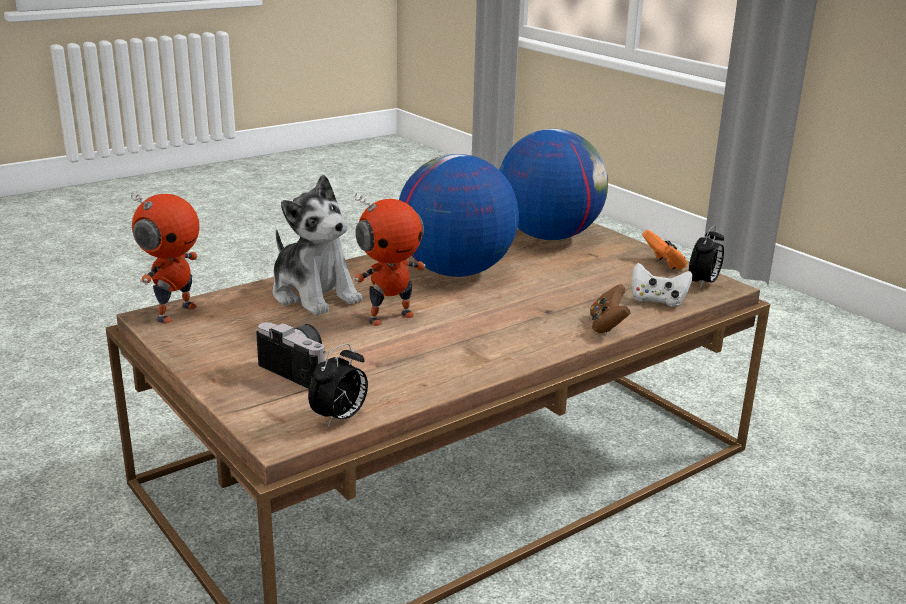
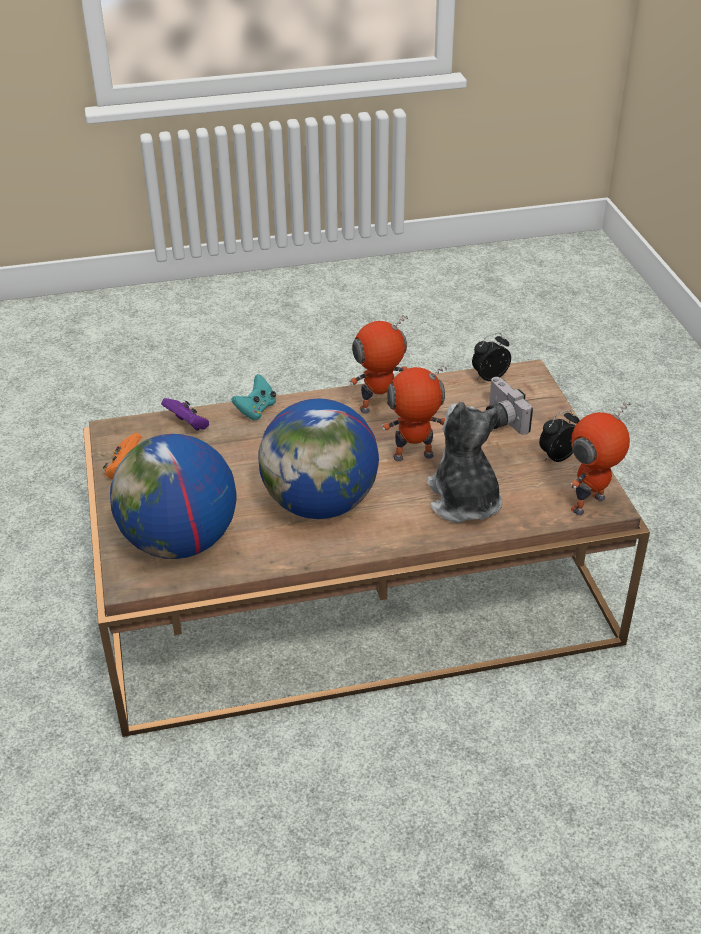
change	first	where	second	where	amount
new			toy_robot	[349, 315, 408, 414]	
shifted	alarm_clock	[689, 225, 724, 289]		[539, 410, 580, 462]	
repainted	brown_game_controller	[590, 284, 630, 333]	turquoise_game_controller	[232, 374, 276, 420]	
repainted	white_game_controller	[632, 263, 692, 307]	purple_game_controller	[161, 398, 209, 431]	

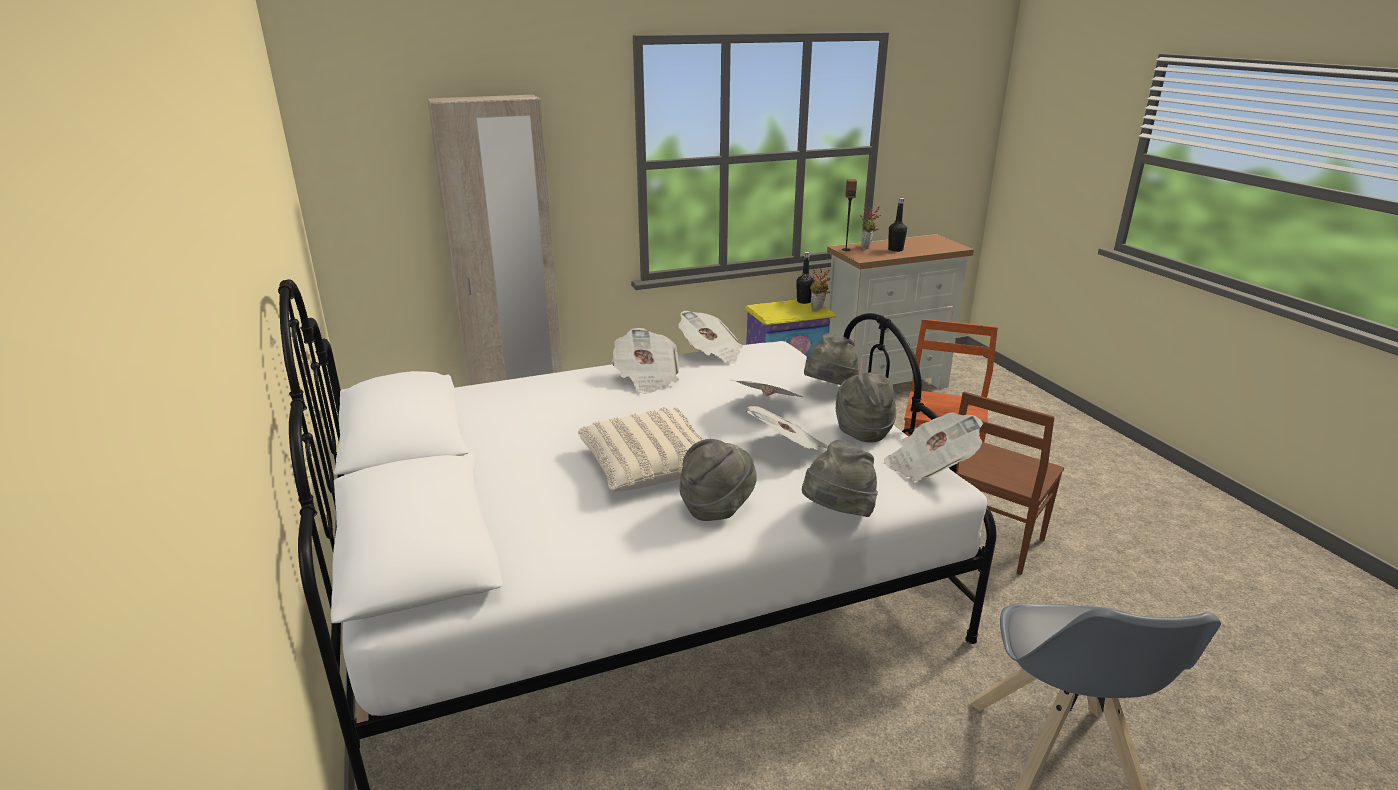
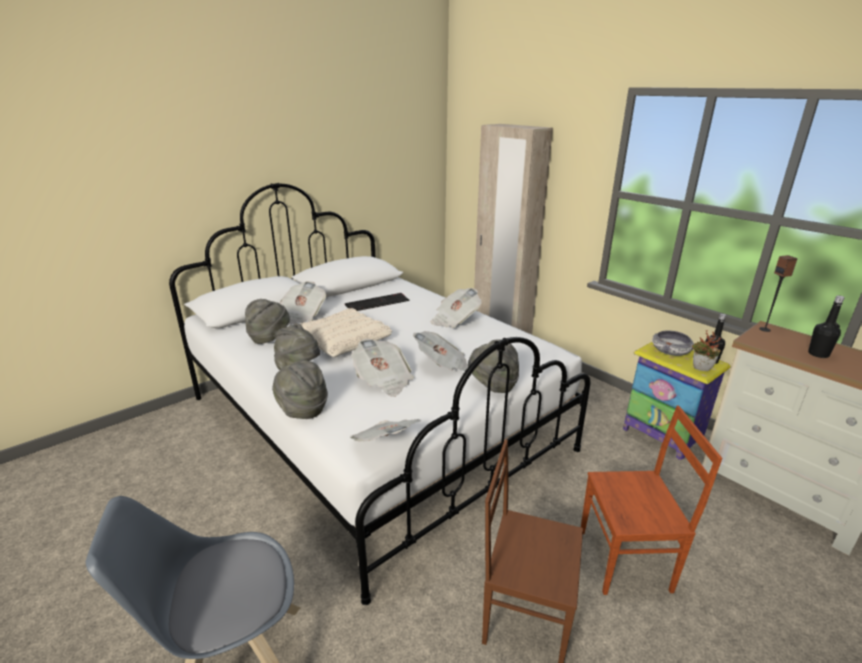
change	first	where	second	where	amount
gone	potted_plant	[860, 206, 881, 250]			
new			keyboard	[345, 293, 409, 311]	
new			bowl	[652, 330, 694, 356]	
shifted	newspaper	[678, 311, 742, 364]		[281, 281, 326, 325]	
shifted	grey_hat	[836, 372, 896, 443]		[245, 299, 290, 344]	

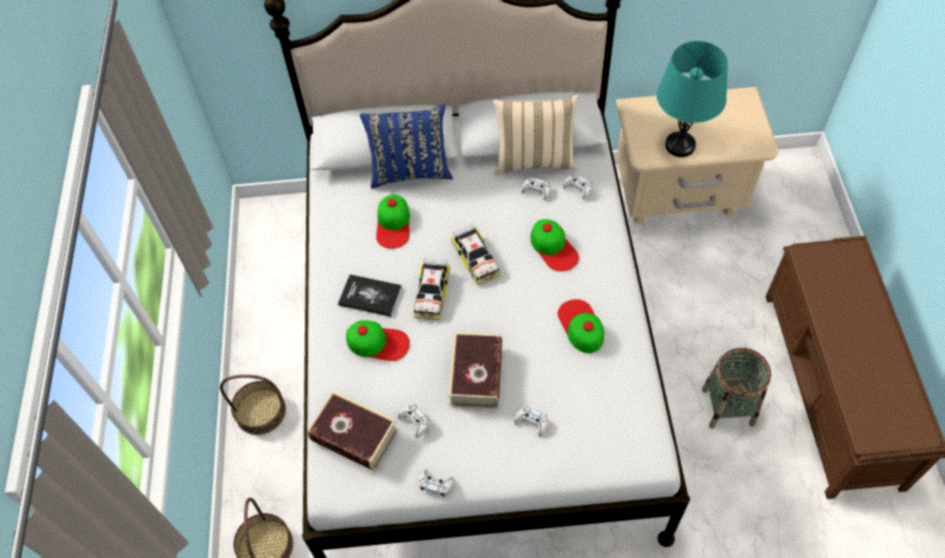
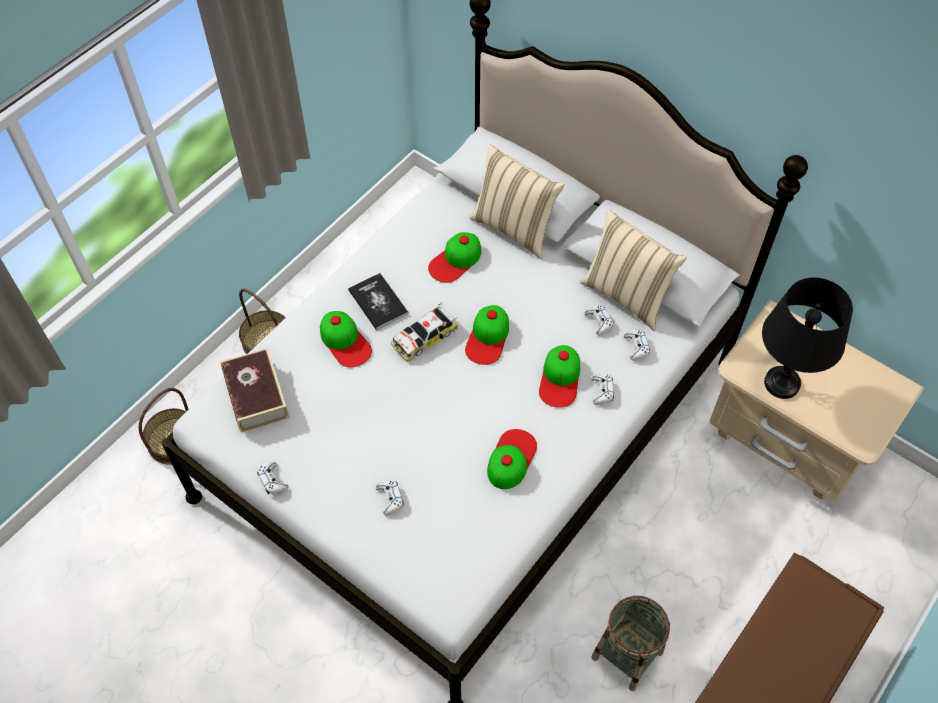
change	first	where	second	where	amount
gone	book	[449, 332, 502, 408]			
shifted	white_game_controller	[398, 404, 430, 438]		[592, 373, 614, 405]	
swapped	toy_car	[451, 223, 500, 285]	cap	[465, 305, 509, 365]	
repainted	blue_pillow	[360, 104, 453, 188]	beige_pillow	[470, 144, 565, 259]	
repainted	turquoise_table_lamp	[657, 41, 728, 157]	black_table_lamp	[762, 277, 853, 399]	

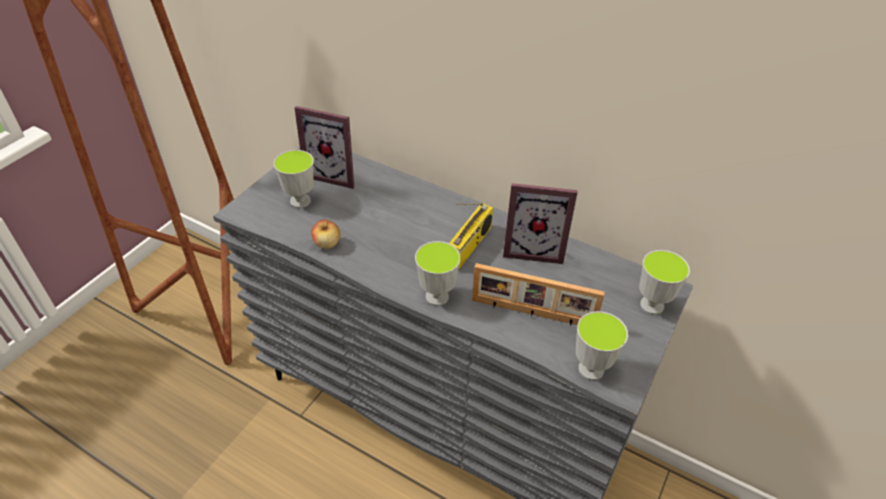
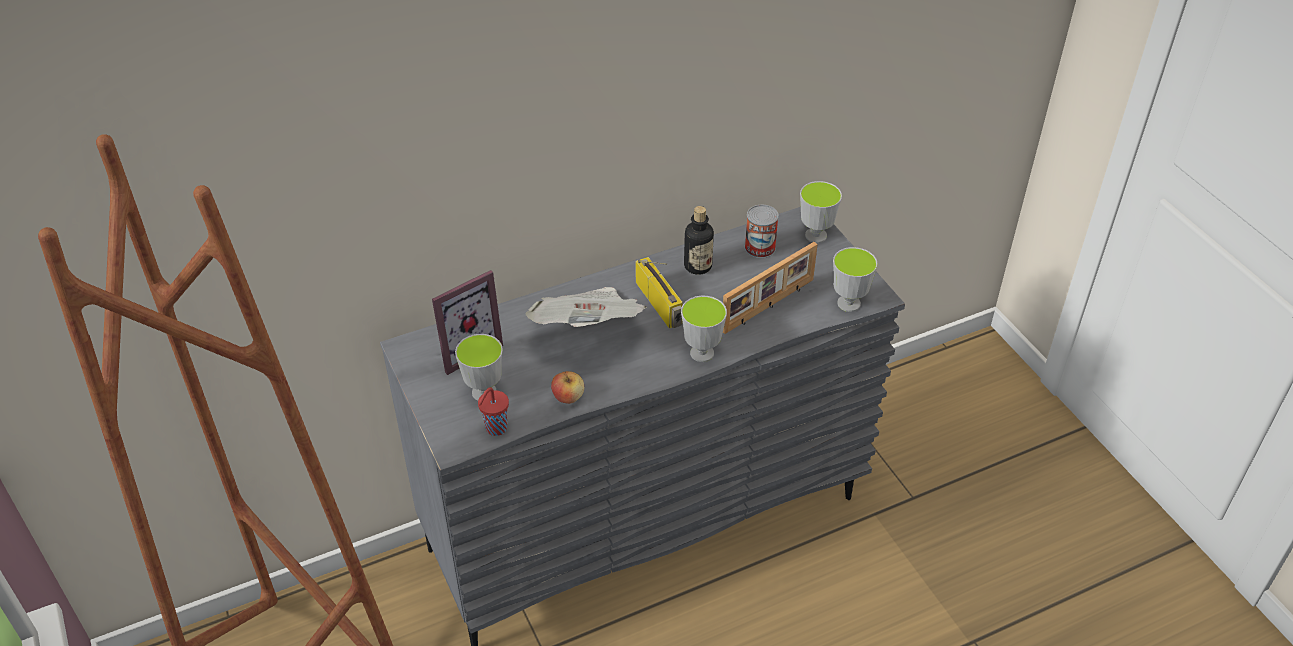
change	first	where	second	where	amount
new			red_cup	[478, 387, 509, 436]	
new			newspaper	[525, 287, 647, 327]	
new			can	[744, 205, 779, 258]	
swapped	picture_frame	[503, 183, 577, 264]	bottle	[684, 206, 714, 275]	

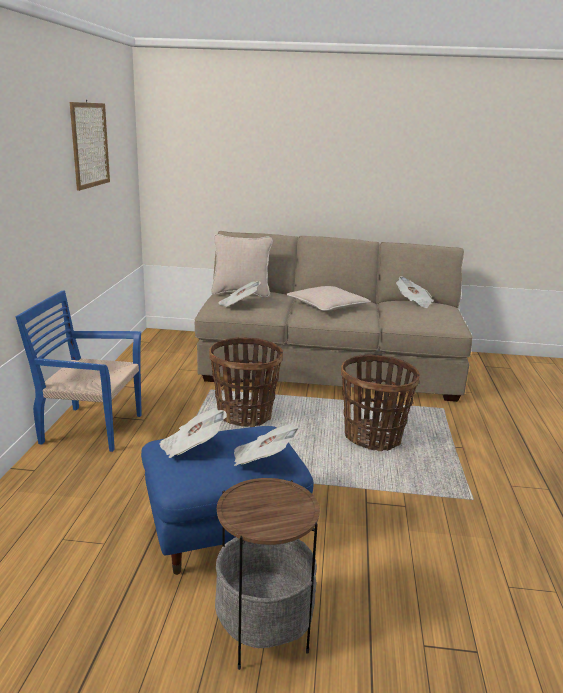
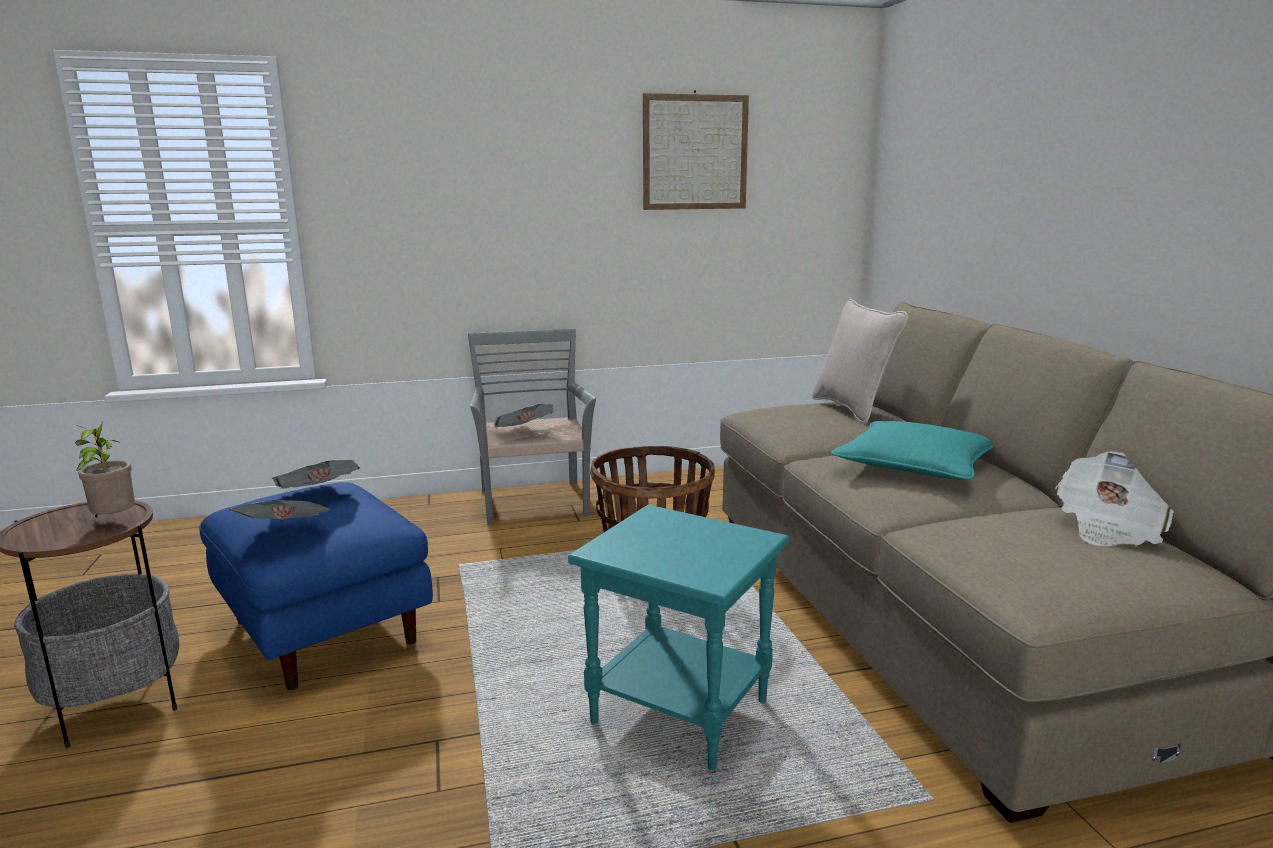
change	first	where	second	where	amount
new			potted_plant	[75, 421, 135, 518]	
shifted	newspaper	[218, 281, 261, 307]		[494, 404, 554, 427]	
swapped	basket	[341, 354, 420, 451]	turquoise_side_table	[568, 505, 789, 770]	
repainted	blue_armchair	[16, 290, 142, 452]	grey_armchair	[468, 329, 596, 526]	
repainted	beige_pillow	[286, 286, 371, 311]	turquoise_pillow	[831, 421, 993, 480]	

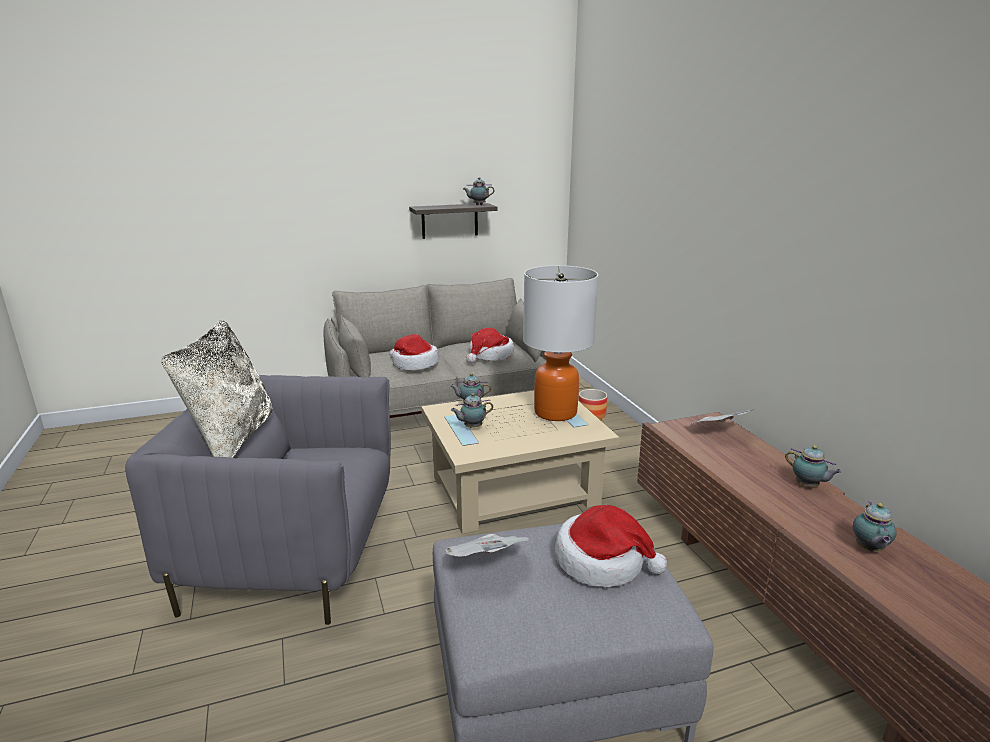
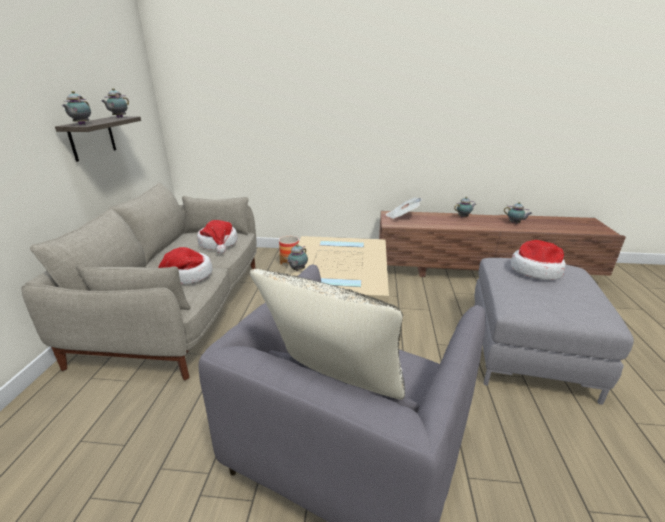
change	first	where	second	where	amount
gone	newspaper	[445, 534, 529, 557]			
gone	table_lamp	[523, 265, 598, 421]			
shifted	teapot	[451, 393, 493, 428]		[62, 91, 91, 125]	

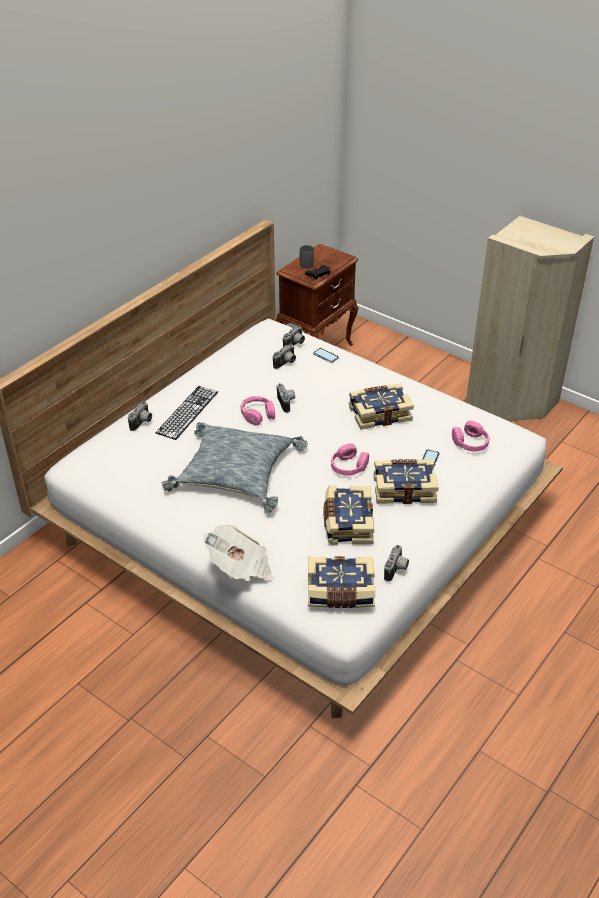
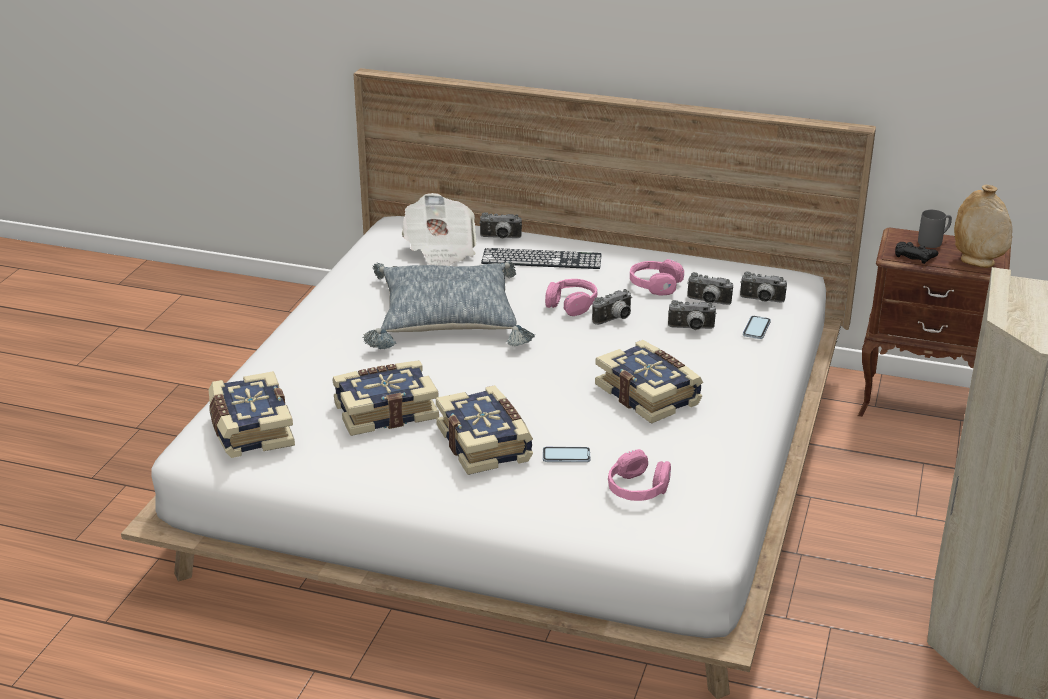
change	first	where	second	where	amount
new			beige_vase	[954, 185, 1012, 268]	
shifted	newspaper	[203, 525, 273, 581]		[401, 193, 476, 266]	
shifted	pink_headphones	[331, 443, 369, 476]		[630, 259, 684, 296]	
shifted	photo_camera	[384, 545, 409, 582]		[668, 300, 717, 330]	

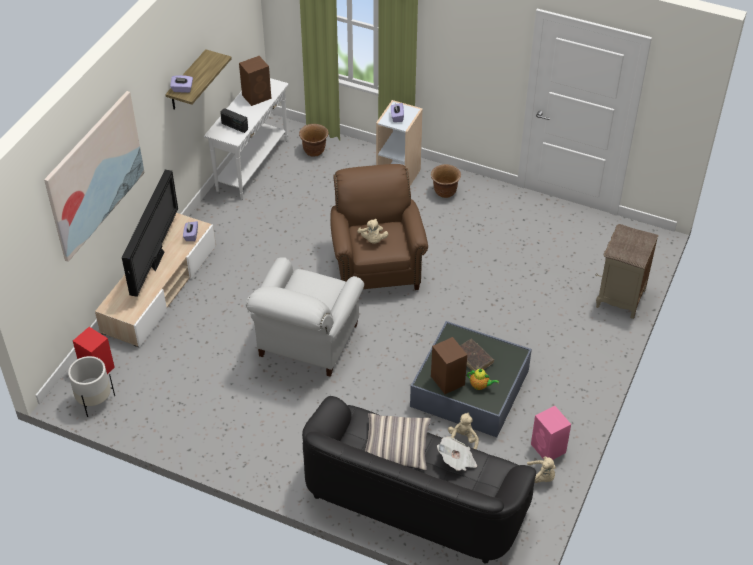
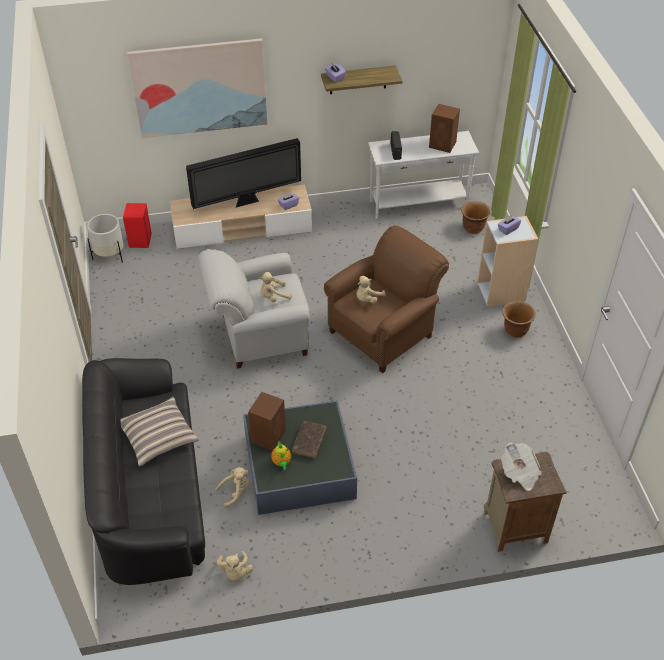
change	first	where	second	where	amount
gone	pink_speaker	[531, 406, 571, 460]			
new			beige_plush_toy	[260, 272, 292, 302]	
shifted	newspaper	[437, 437, 477, 471]		[501, 442, 542, 491]	

